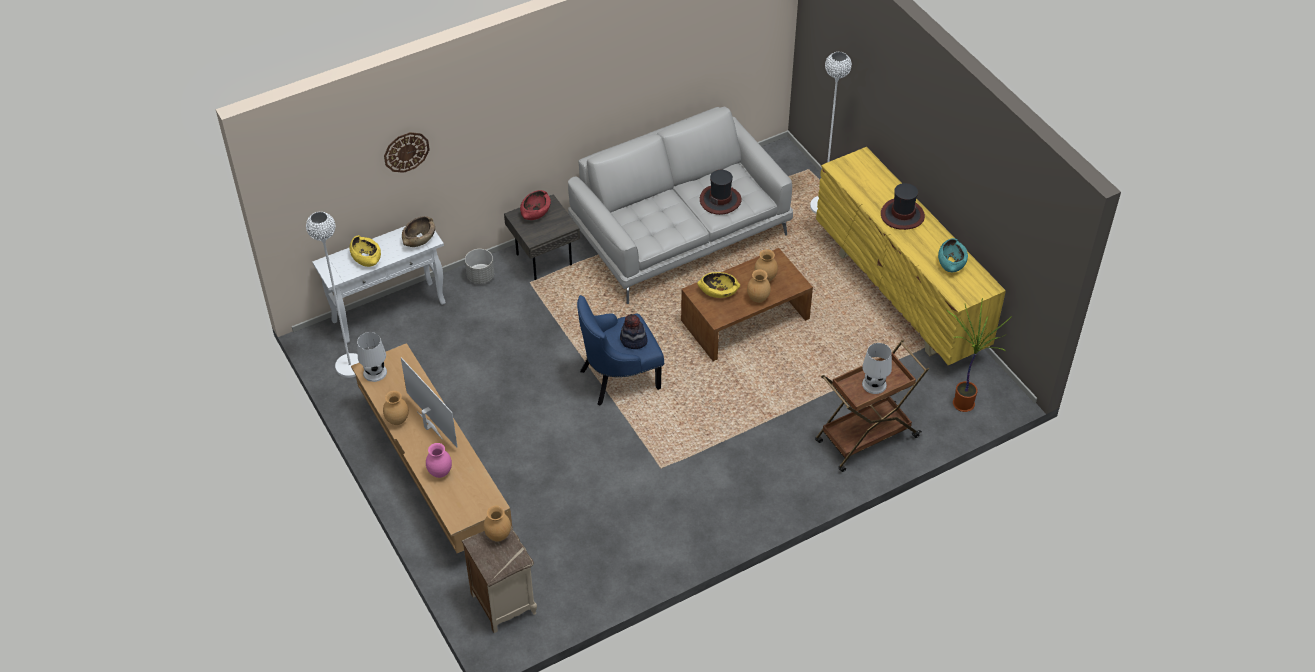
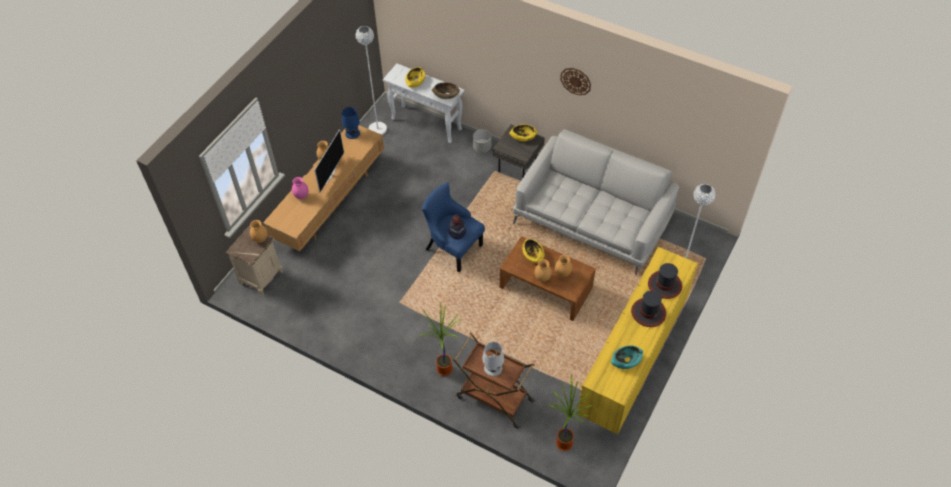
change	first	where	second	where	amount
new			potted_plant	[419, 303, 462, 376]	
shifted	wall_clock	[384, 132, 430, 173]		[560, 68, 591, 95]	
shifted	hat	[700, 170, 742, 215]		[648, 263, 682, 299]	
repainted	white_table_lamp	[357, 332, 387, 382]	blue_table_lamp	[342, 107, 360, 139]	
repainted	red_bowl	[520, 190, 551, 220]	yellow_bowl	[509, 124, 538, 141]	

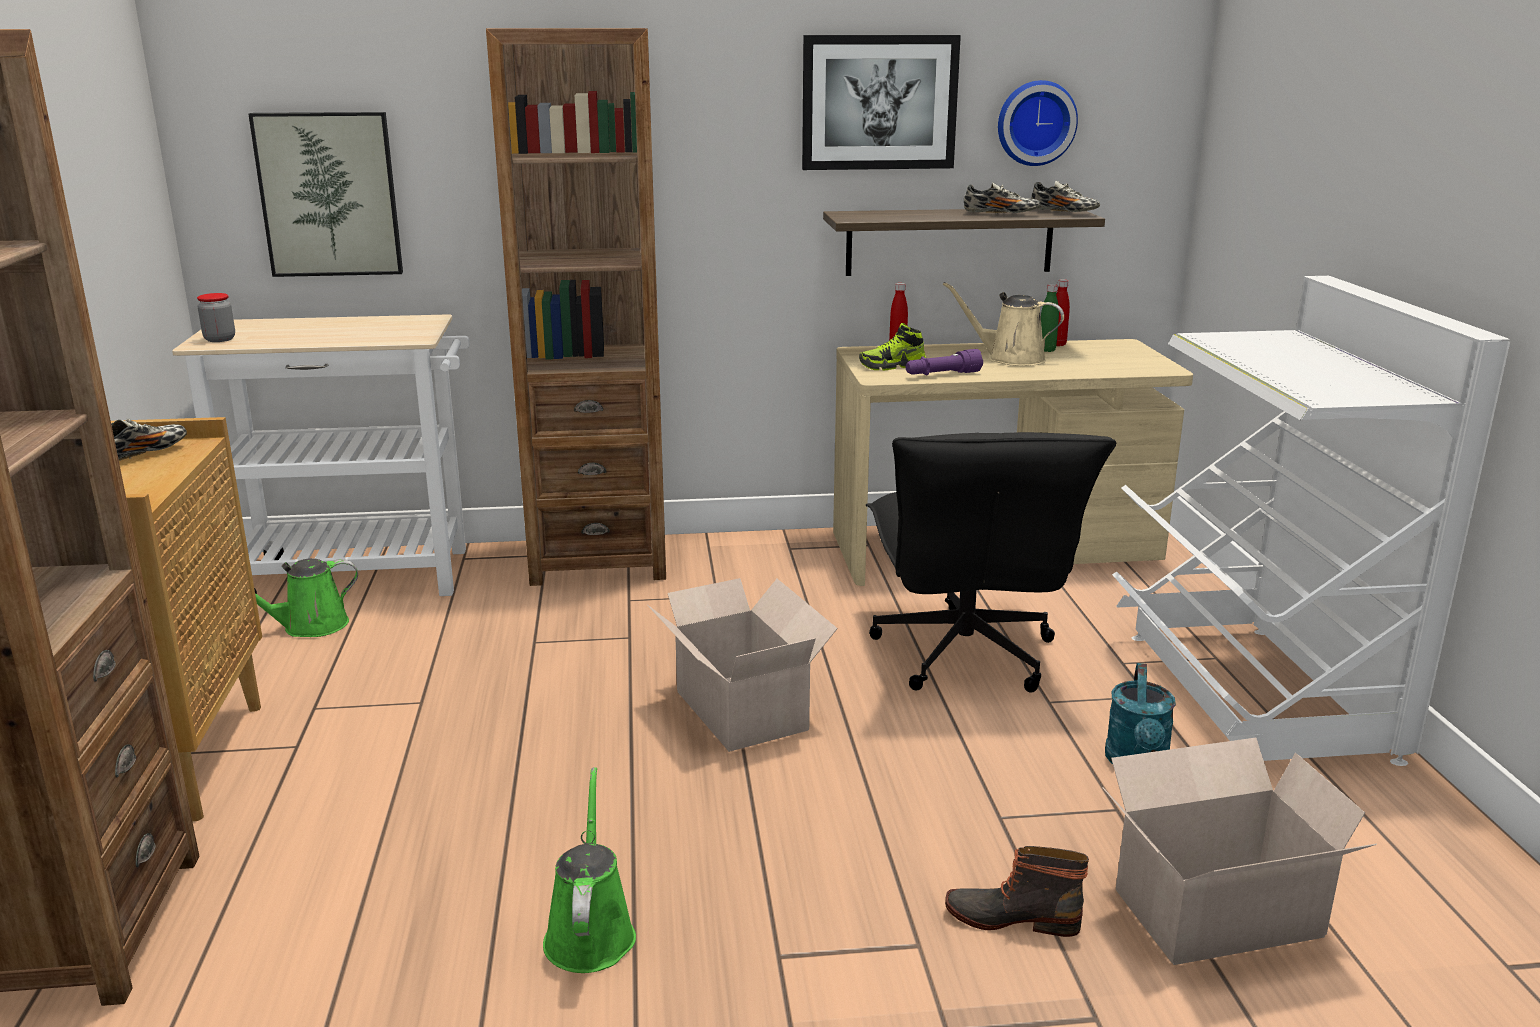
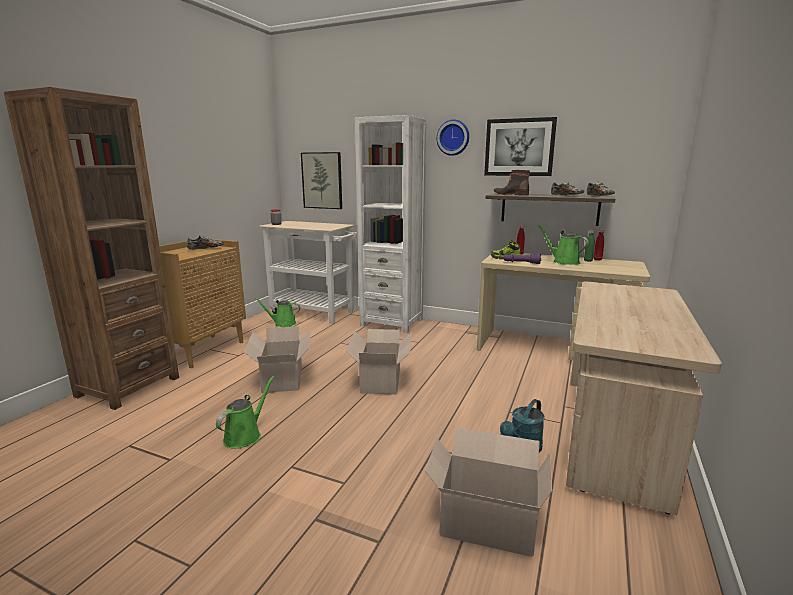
change	first	where	second	where	amount
gone	black_office_chair	[866, 432, 1117, 693]			
new			cardboard_box	[244, 326, 311, 393]	
shifted	boot	[945, 846, 1089, 937]		[494, 170, 530, 196]	
shifted	wall_clock	[998, 80, 1078, 166]		[437, 120, 469, 156]	
swapped	white_shoe_rack	[1112, 276, 1510, 766]	beige_desk	[566, 281, 722, 515]	
repainted	brown_bookcase	[486, 28, 666, 586]	white_bookcase	[355, 115, 426, 333]	
repainted	beige_watering_can	[943, 282, 1064, 366]	green_watering_can	[538, 225, 589, 265]	

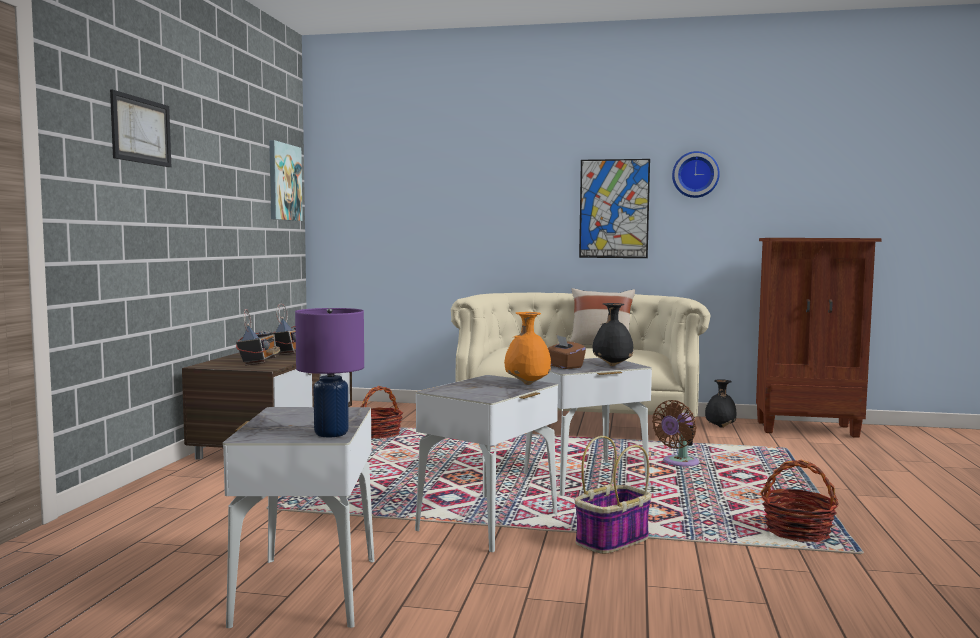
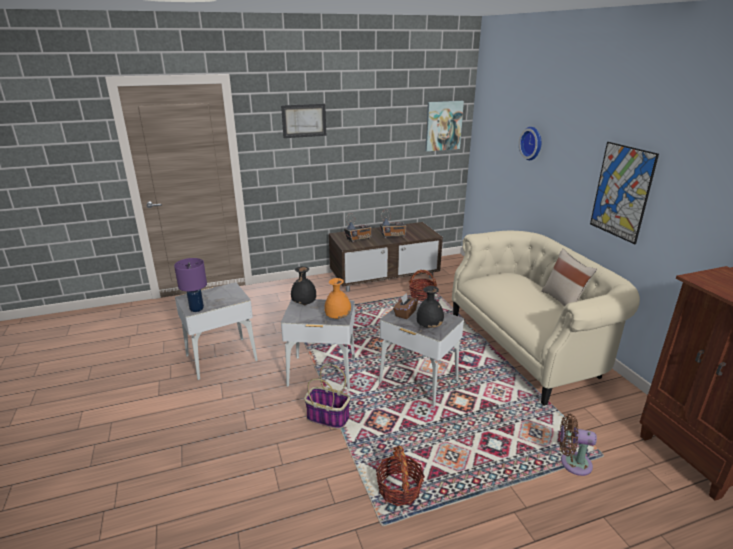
change	first	where	second	where	amount
shifted	brown_fan	[652, 400, 699, 466]		[560, 414, 597, 476]	
shifted	wall_clock	[672, 151, 720, 198]		[519, 127, 542, 160]	
shifted	black_vase	[705, 379, 737, 428]		[291, 266, 316, 305]	

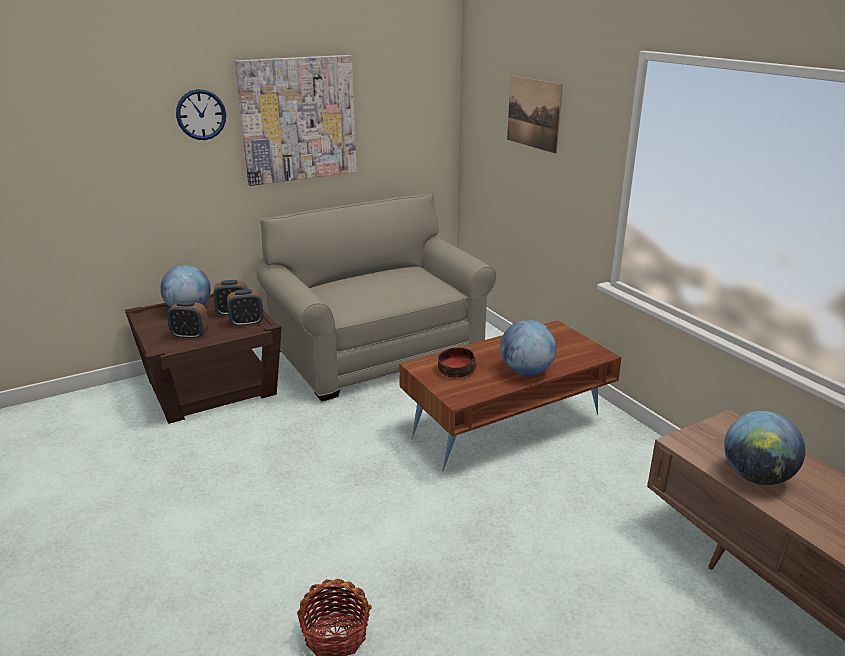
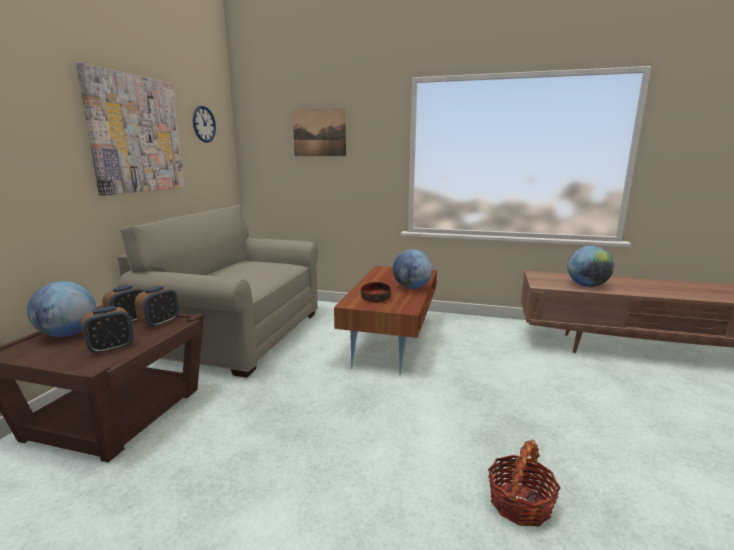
change	first	where	second	where	amount
shifted	wall_clock	[176, 89, 226, 140]		[193, 106, 216, 143]	

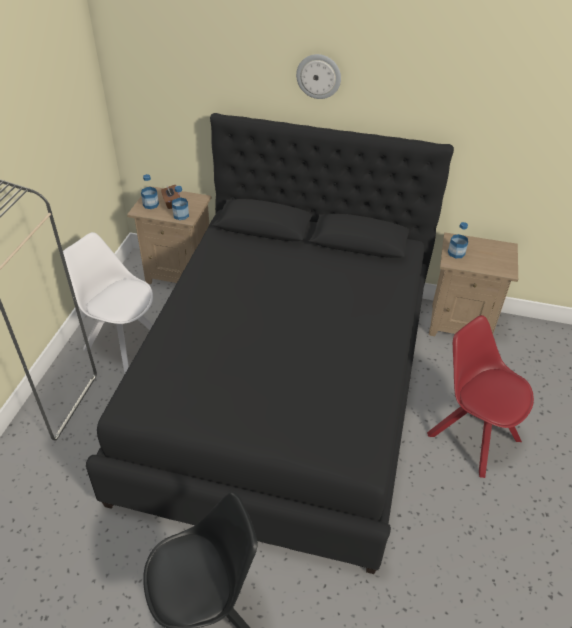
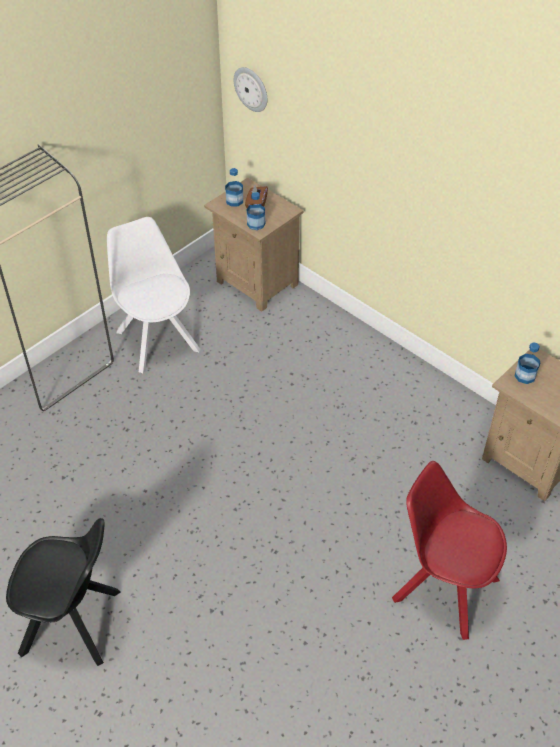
change	first	where	second	where	amount
gone	black_bed	[86, 113, 454, 574]			
shifted	wall_clock	[296, 54, 341, 99]		[234, 67, 267, 112]	
rotated	red_chair	[427, 315, 534, 478]		[392, 461, 507, 640]	45 degrees counterclockwise

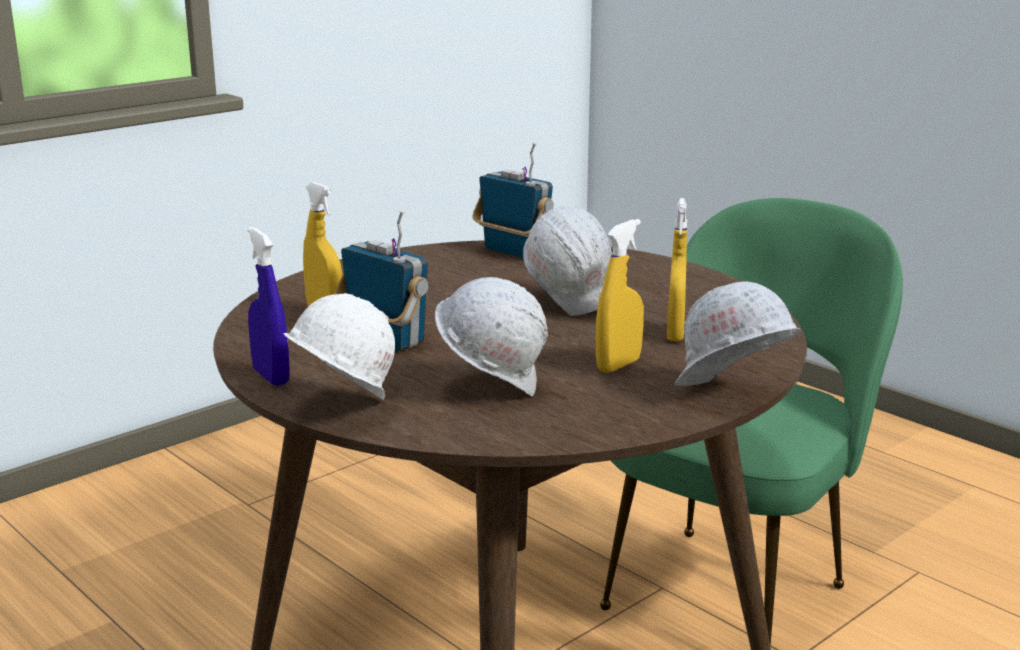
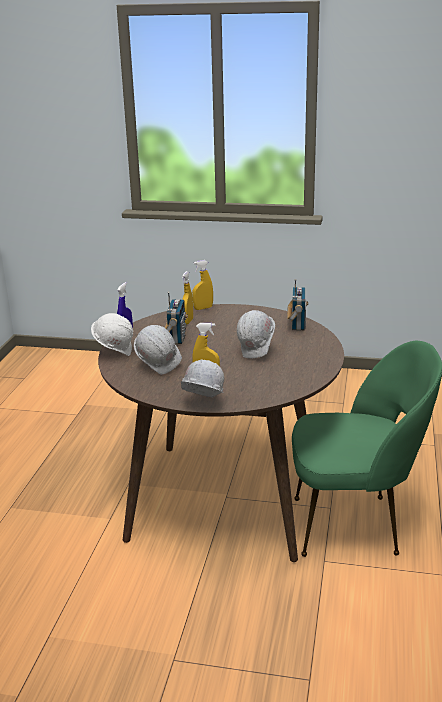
change	first	where	second	where	amount
shifted	yellow_spray_bottle	[667, 198, 687, 341]		[192, 260, 213, 310]	

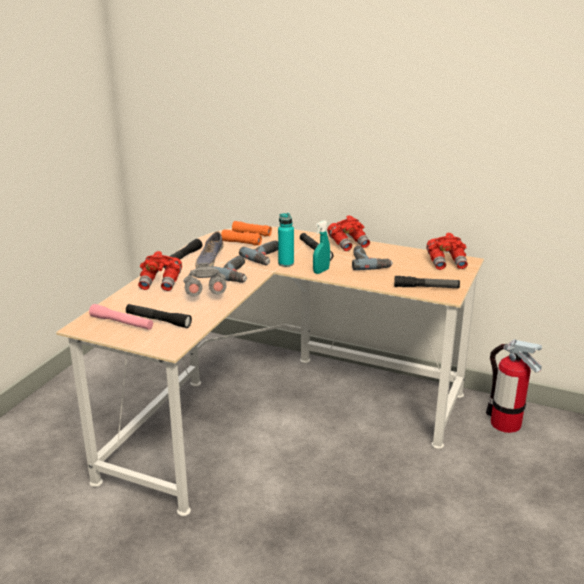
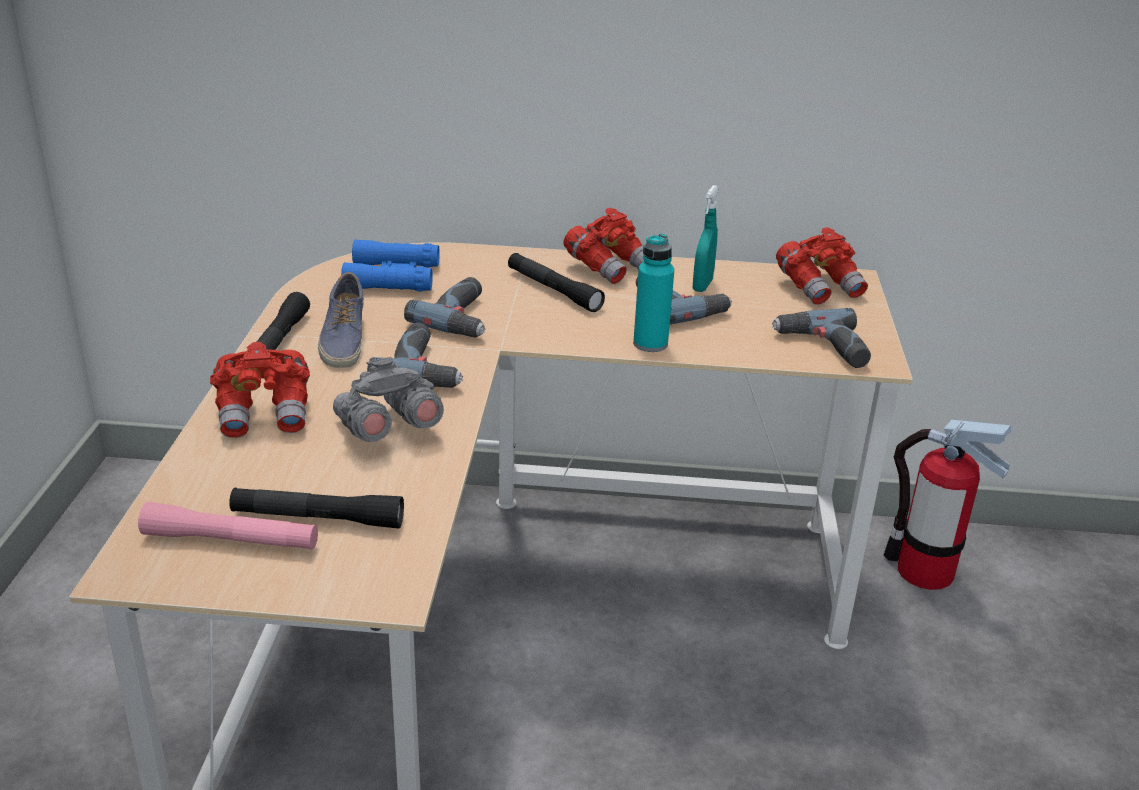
change	first	where	second	where	amount
shifted	turquoise_bottle	[278, 213, 294, 267]		[633, 233, 674, 352]	
shifted	turquoise_spray_bottle	[313, 220, 330, 274]		[693, 185, 719, 292]	
swapped	flashlight	[394, 276, 460, 288]	power_drill	[772, 308, 871, 368]	
repainted	orange_binoculars	[221, 221, 272, 245]	blue_binoculars	[341, 240, 440, 292]	

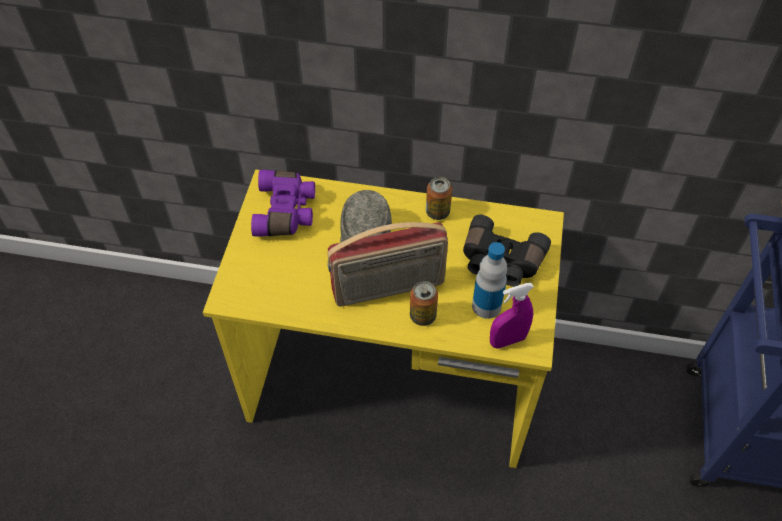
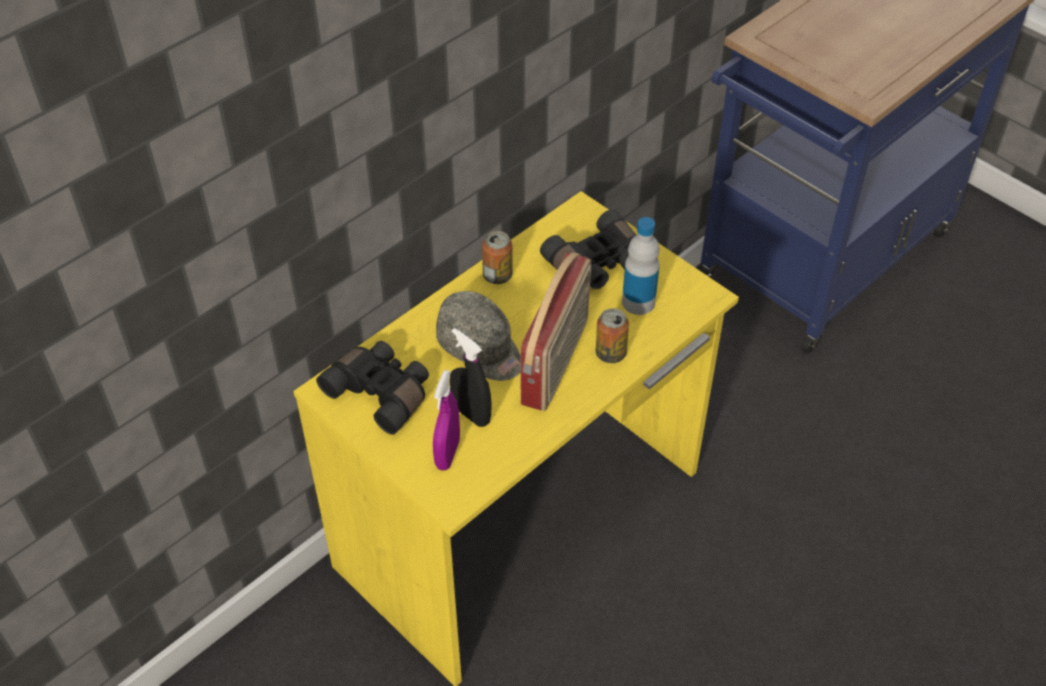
change	first	where	second	where	amount
new			black_spray_bottle	[450, 328, 492, 427]	
shifted	purple_spray_bottle	[490, 283, 534, 349]		[433, 370, 460, 471]	
repainted	purple_binoculars	[251, 170, 315, 237]	black_binoculars	[316, 341, 429, 435]	

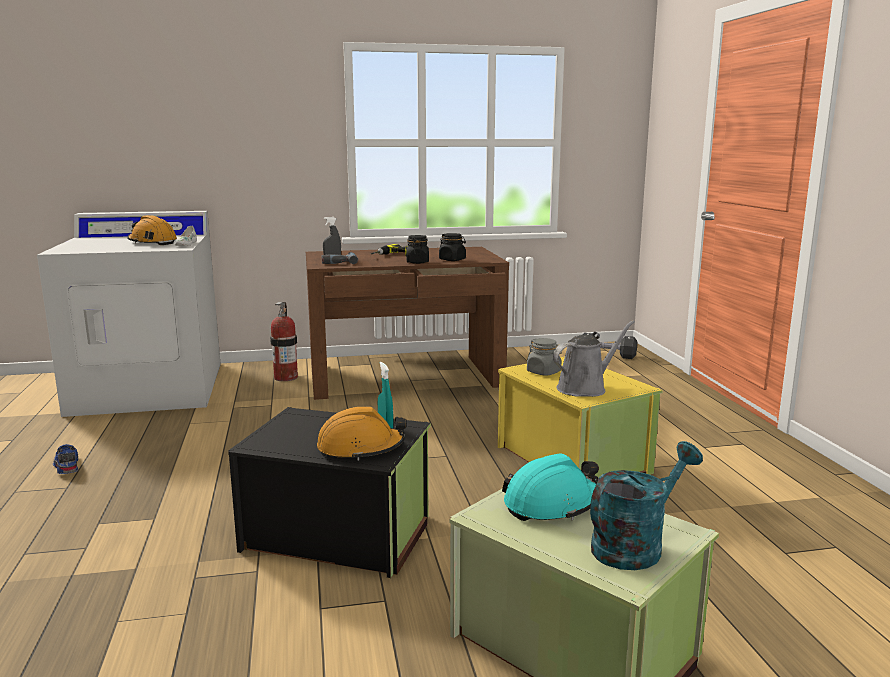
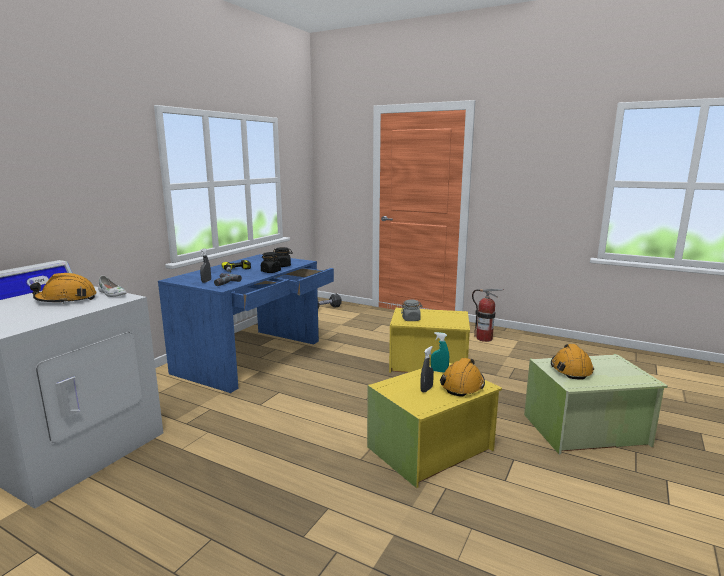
change	first	where	second	where	amount
gone	blue_shoe	[53, 444, 78, 474]			
gone	grey_watering_can	[553, 320, 635, 397]			
gone	turquoise_watering_can	[590, 441, 703, 570]			
new			grey_spray_bottle	[420, 346, 434, 393]	
shifted	fire_extinguisher	[270, 302, 298, 381]		[472, 288, 504, 342]	
repainted	black_storage_box	[228, 407, 431, 578]	yellow_storage_box	[367, 362, 502, 488]	
repainted	brown_desk	[306, 247, 509, 400]	blue_desk	[158, 254, 334, 393]	
repainted	turquoise_hard_hat	[502, 453, 599, 521]	orange_hard_hat	[551, 344, 594, 380]	

